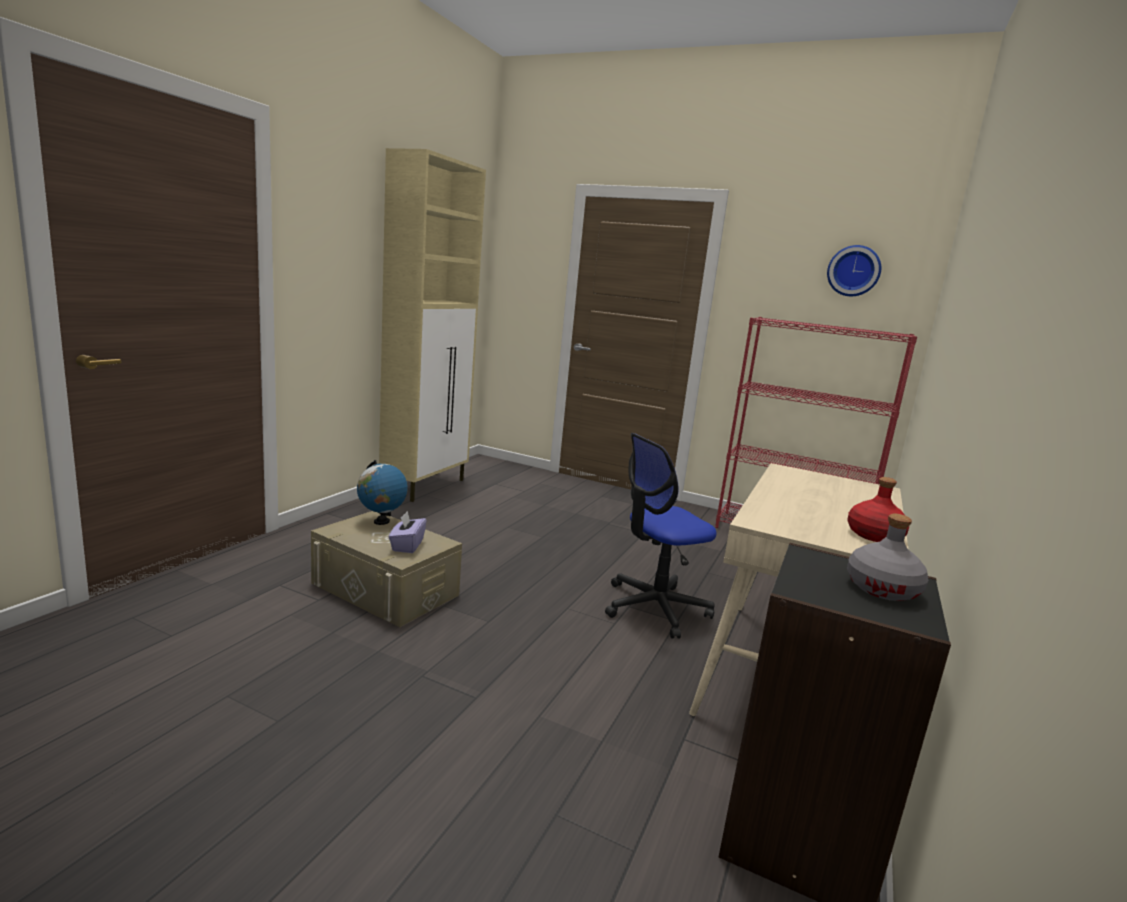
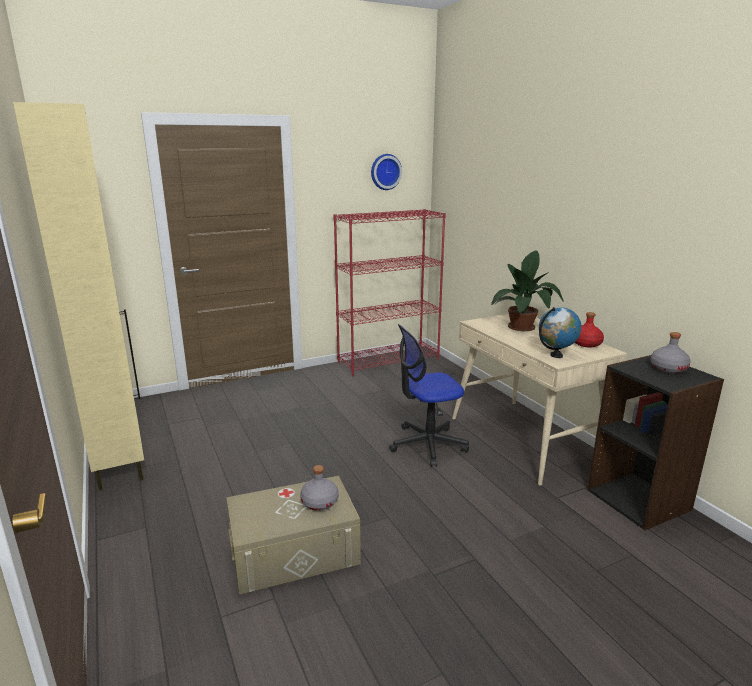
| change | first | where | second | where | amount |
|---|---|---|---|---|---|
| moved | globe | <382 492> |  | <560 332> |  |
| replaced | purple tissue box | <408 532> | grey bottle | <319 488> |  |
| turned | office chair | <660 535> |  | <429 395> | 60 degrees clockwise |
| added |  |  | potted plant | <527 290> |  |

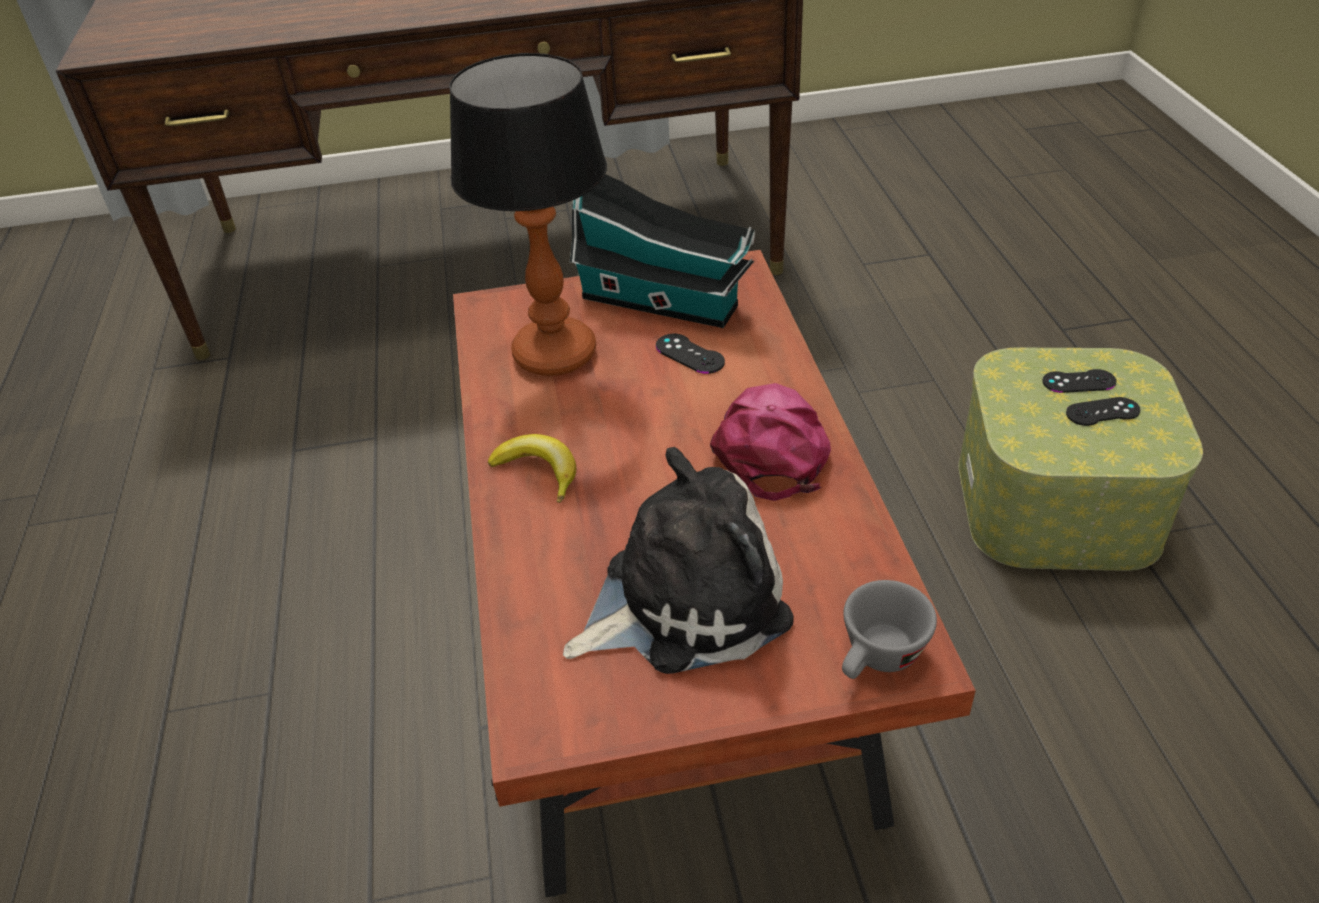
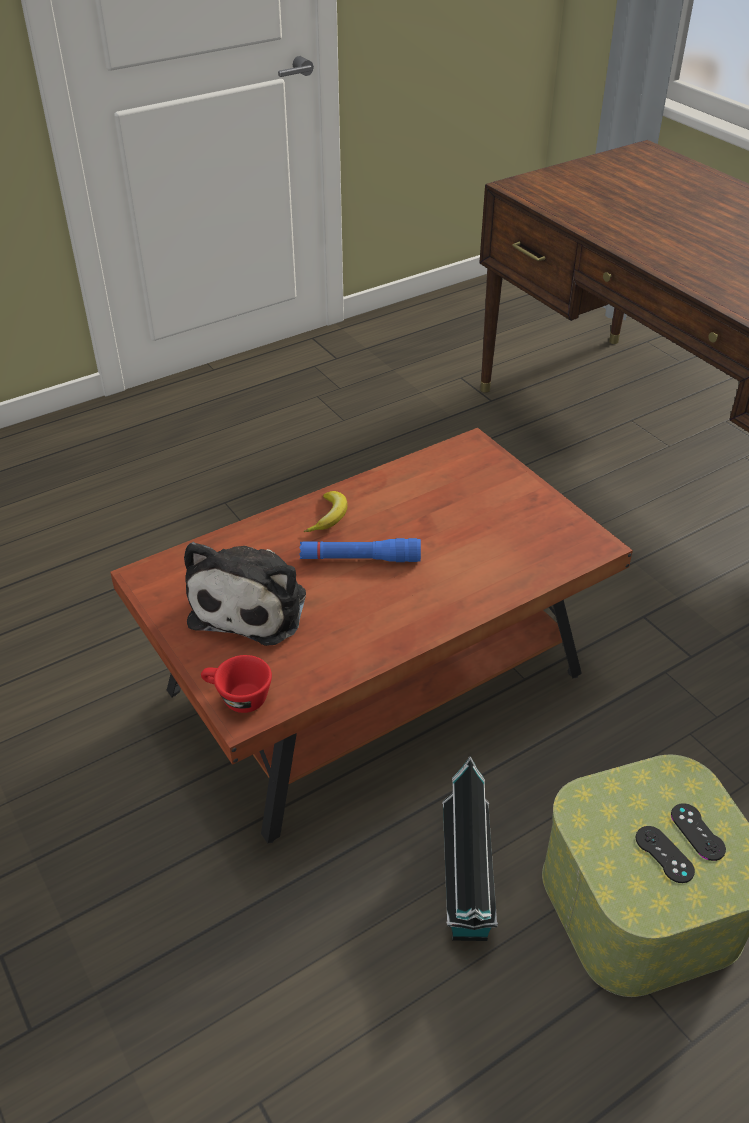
| change | first | where | second | where | amount |
|---|---|---|---|---|---|
| removed | table lamp | <528 214> |  |  |  |
| turned | plush toy | <678 560> |  | <245 594> | 60 degrees clockwise |
| moved | toy house | <662 251> |  | <470 848> |  |
| removed | black game controller | <690 354> |  |  |  |
| removed | pink cap | <770 442> |  |  |  |
| recoloured | grey cup | <889 629> | red cup | <236 684> |  |
| added |  |  | blue flashlight | <360 550> |  |

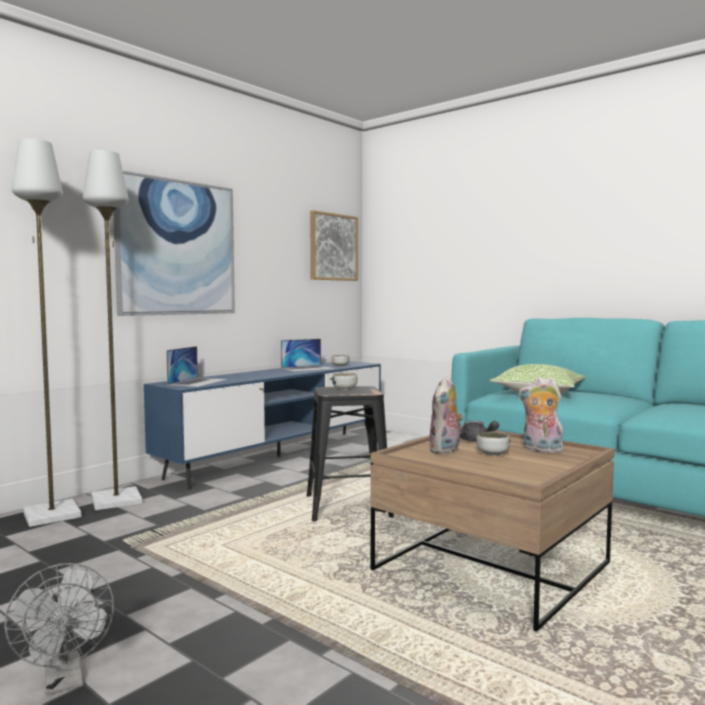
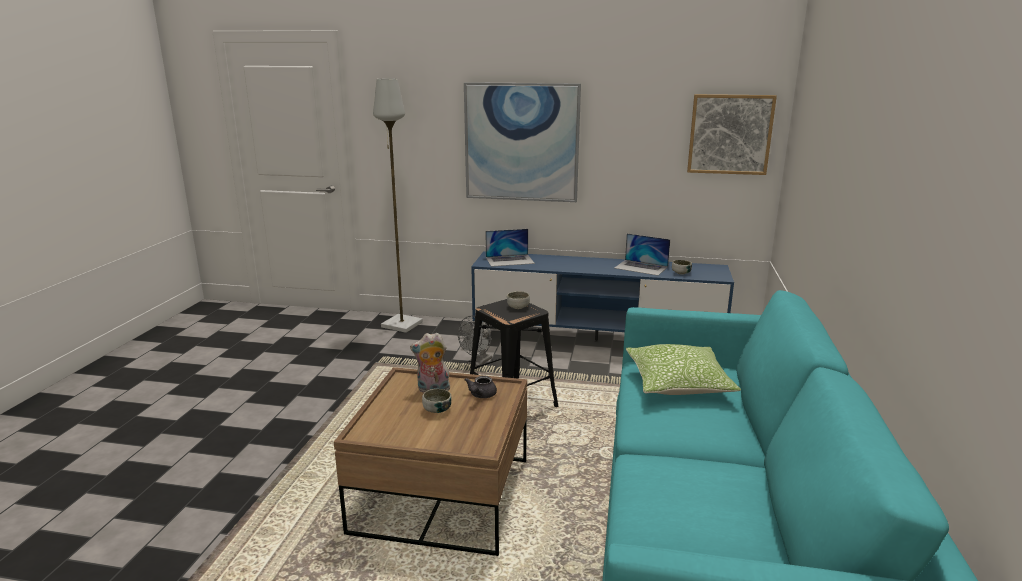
| change | first | where | second | where | amount |
|---|---|---|---|---|---|
| moved | grey fan | <59 629> |  | <475 341> |  |
| removed | grey floor lamp | <112 330> |  |  |  |
| removed | plush toy | <540 415> |  |  |  |

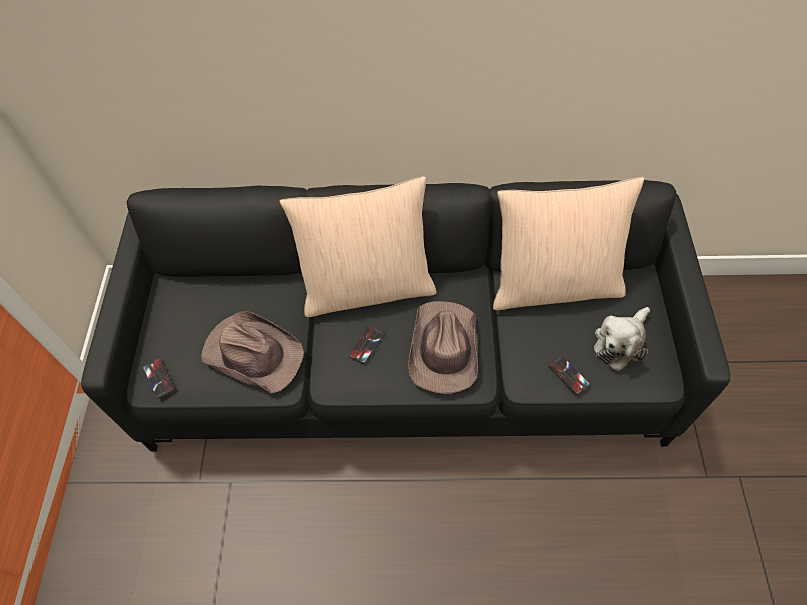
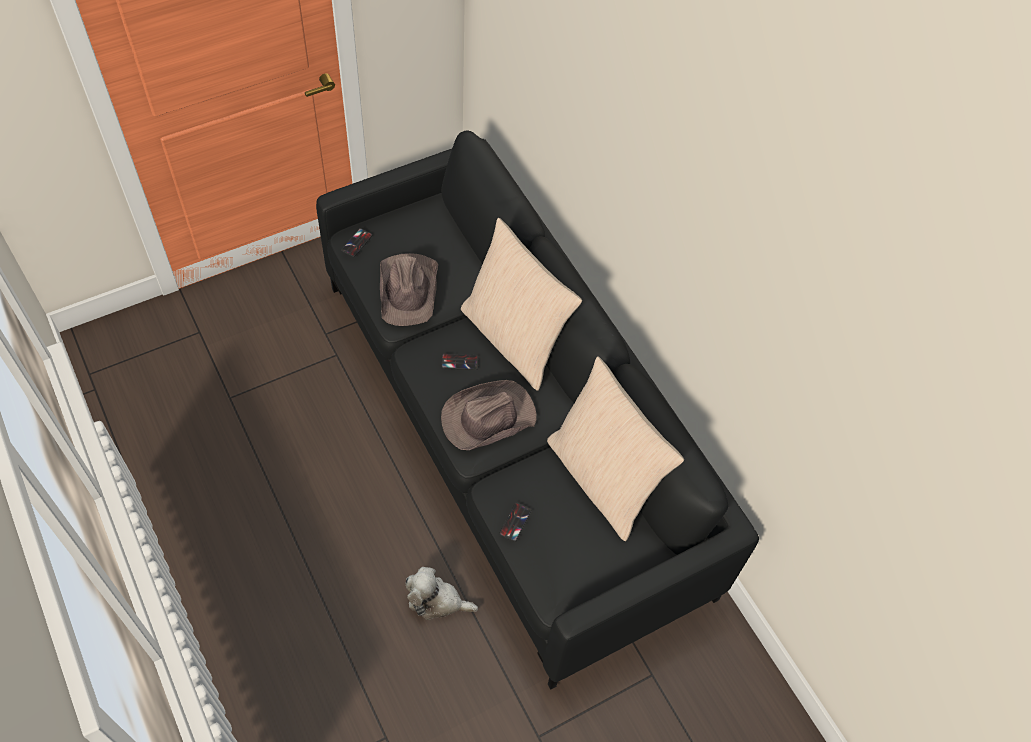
| change | first | where | second | where | amount |
|---|---|---|---|---|---|
| moved | plush toy | <622 339> |  | <442 593> |  |

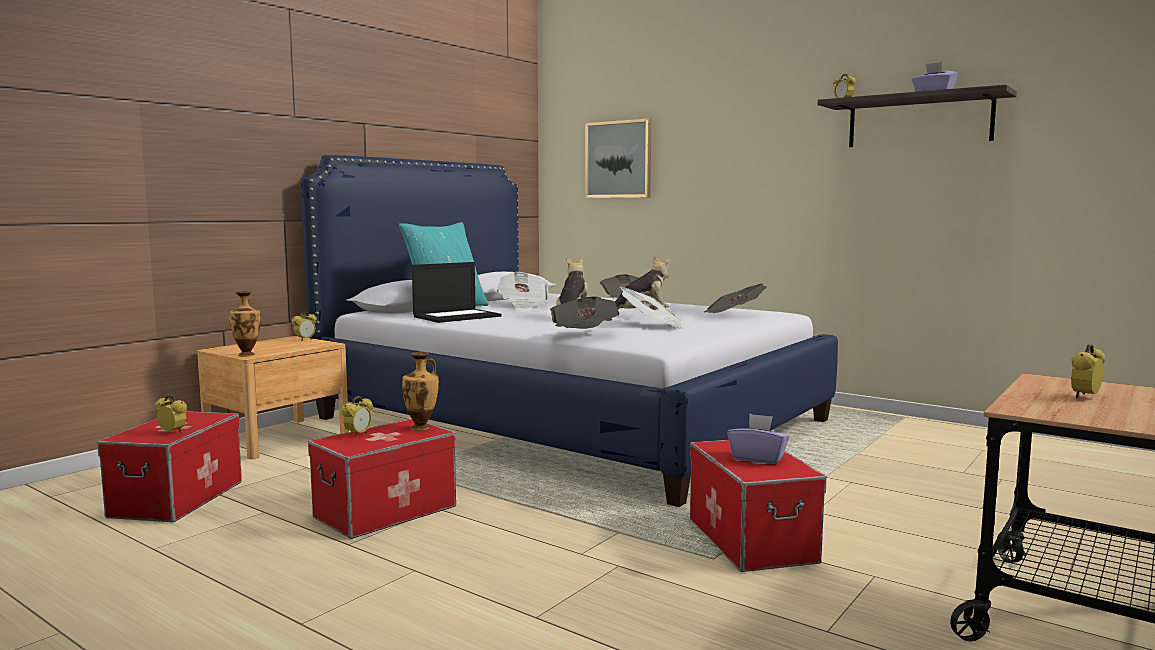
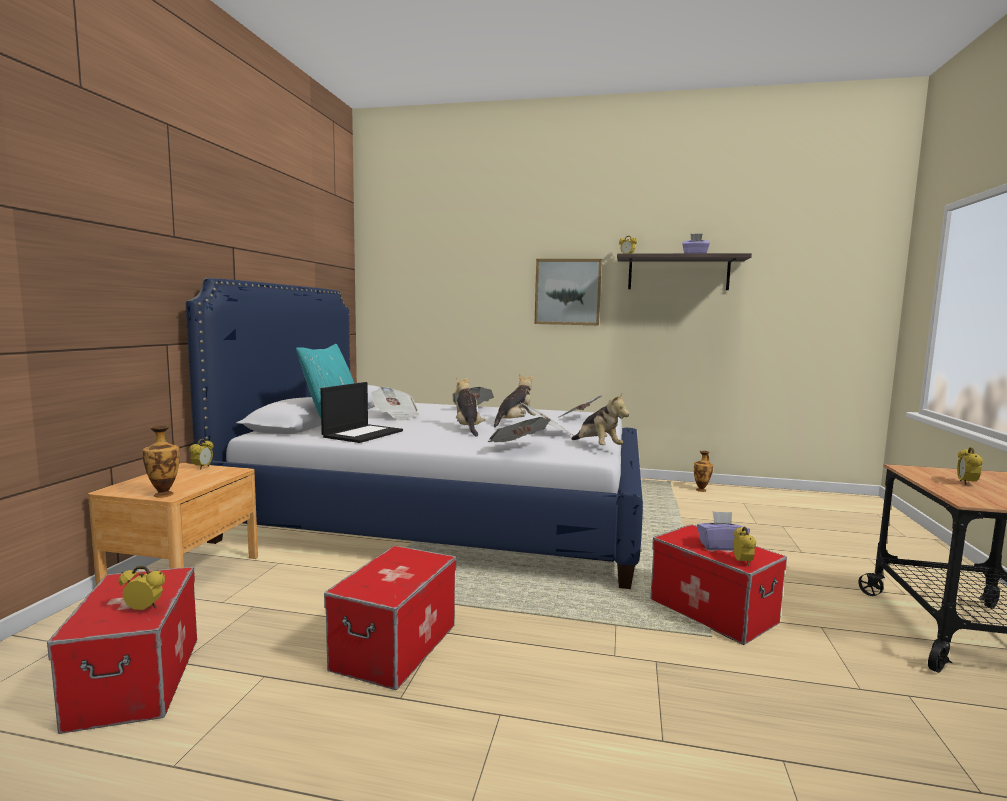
| change | first | where | second | where | amount |
|---|---|---|---|---|---|
| moved | alarm clock | <357 416> |  | <744 546> |  |
| moved | vase | <420 391> |  | <703 471> |  |
| moved | picture | <618 158> |  | <568 292> |  |
| added |  |  | plush toy | <600 419> |  |

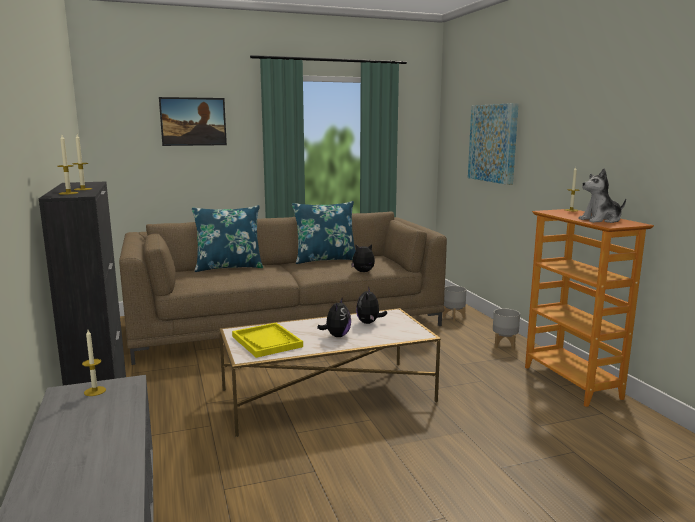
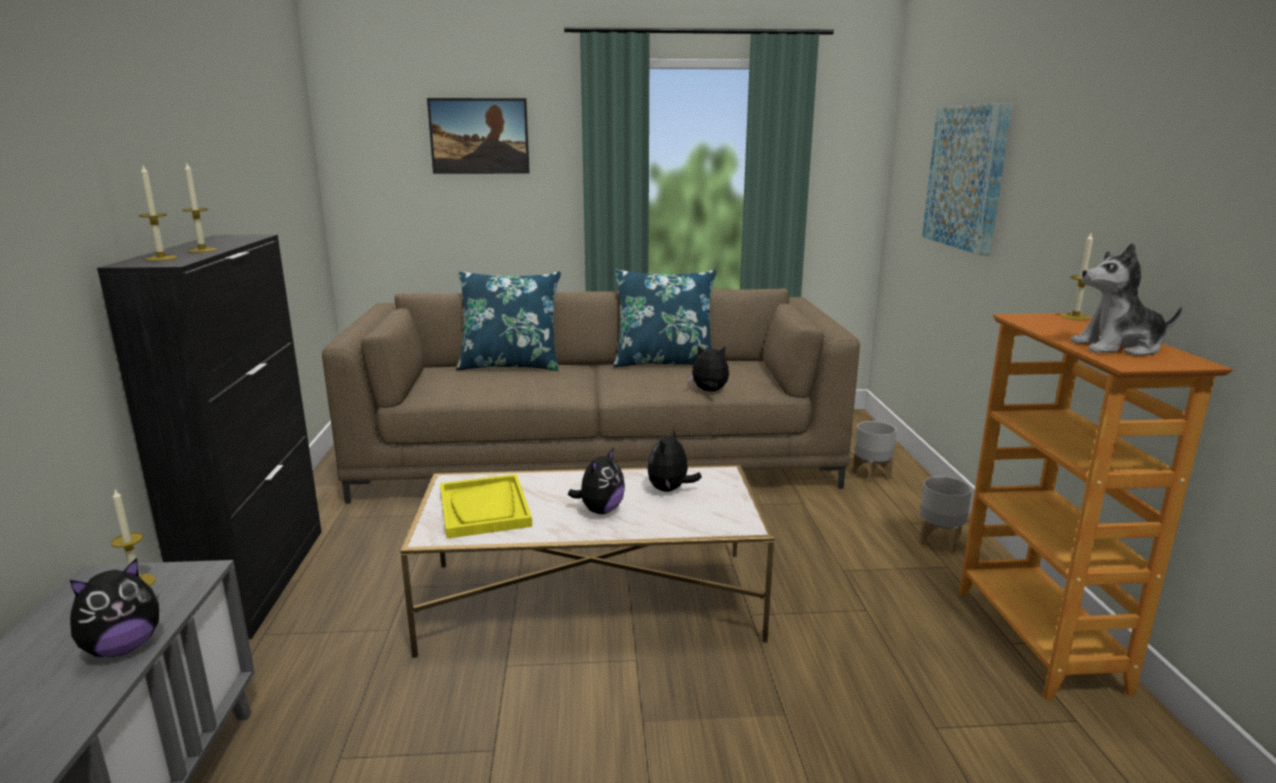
| change | first | where | second | where | amount |
|---|---|---|---|---|---|
| added |  |  | plush toy | <114 607> |  |

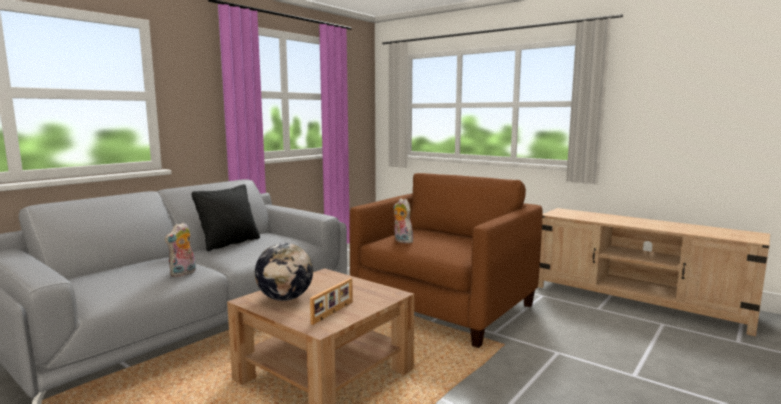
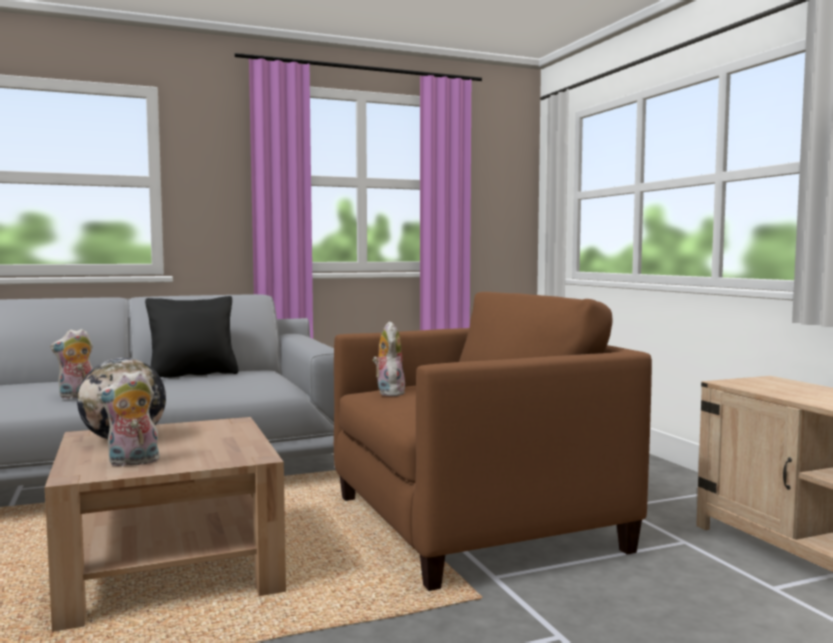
| change | first | where | second | where | amount |
|---|---|---|---|---|---|
| replaced | picture frame | <331 301> | plush toy | <128 418> |  |

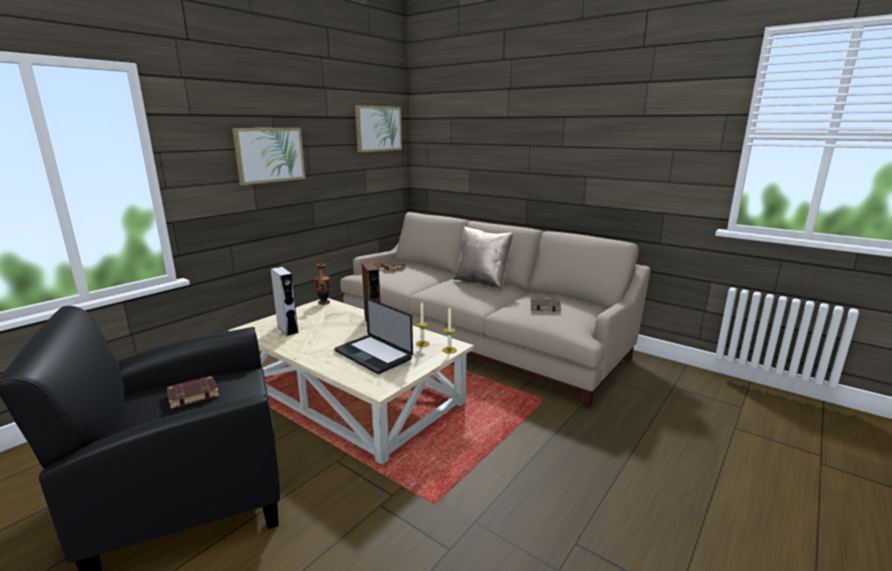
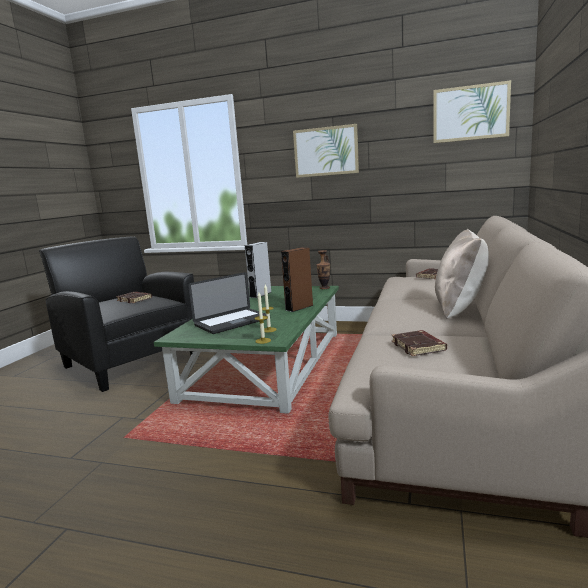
| change | first | where | second | where | amount |
|---|---|---|---|---|---|
| recoloured | beige coffee table | <351 381> | green coffee table | <246 350> |  |
| turned | laptop | <374 336> |  | <227 303> | 150 degrees counterclockwise |

